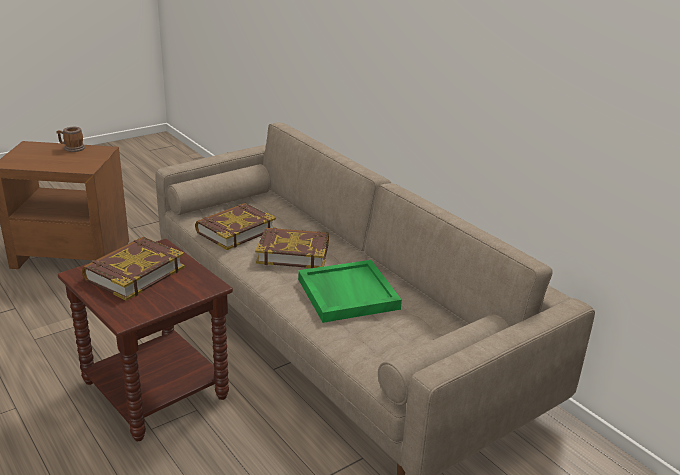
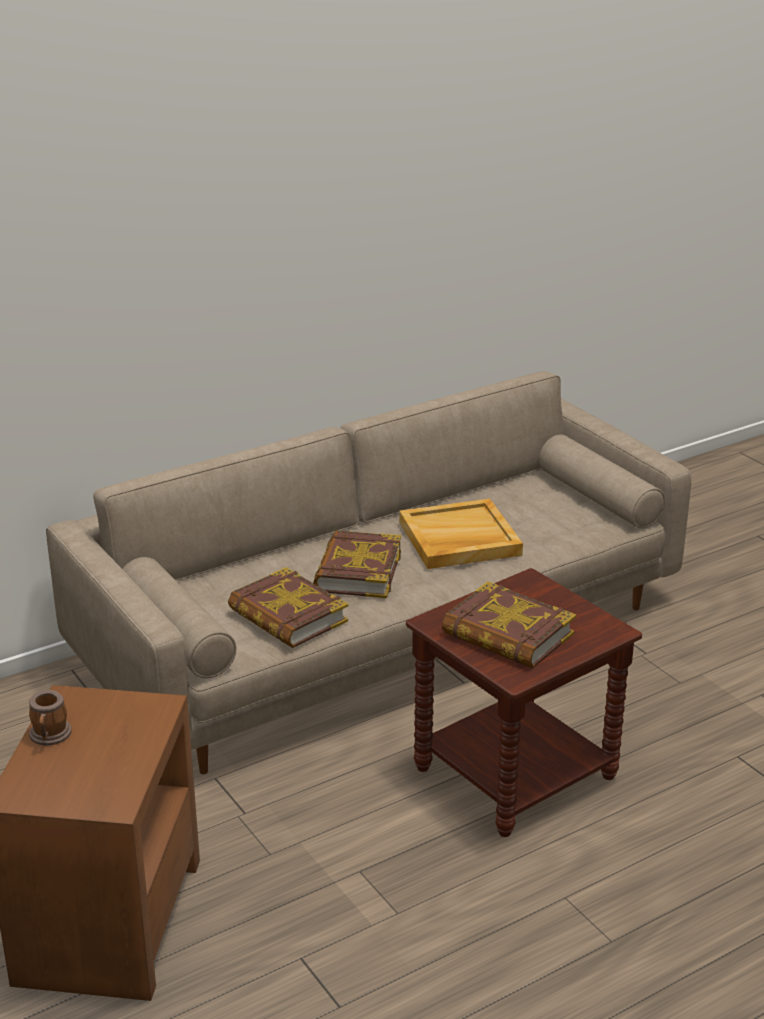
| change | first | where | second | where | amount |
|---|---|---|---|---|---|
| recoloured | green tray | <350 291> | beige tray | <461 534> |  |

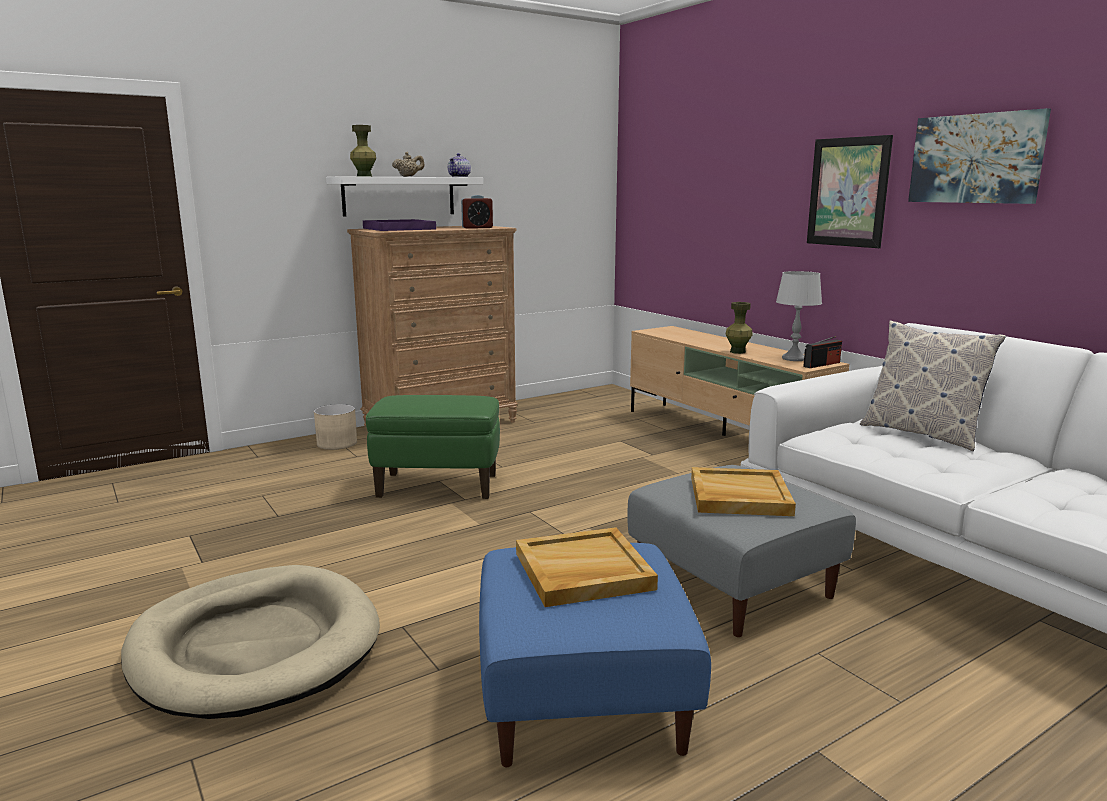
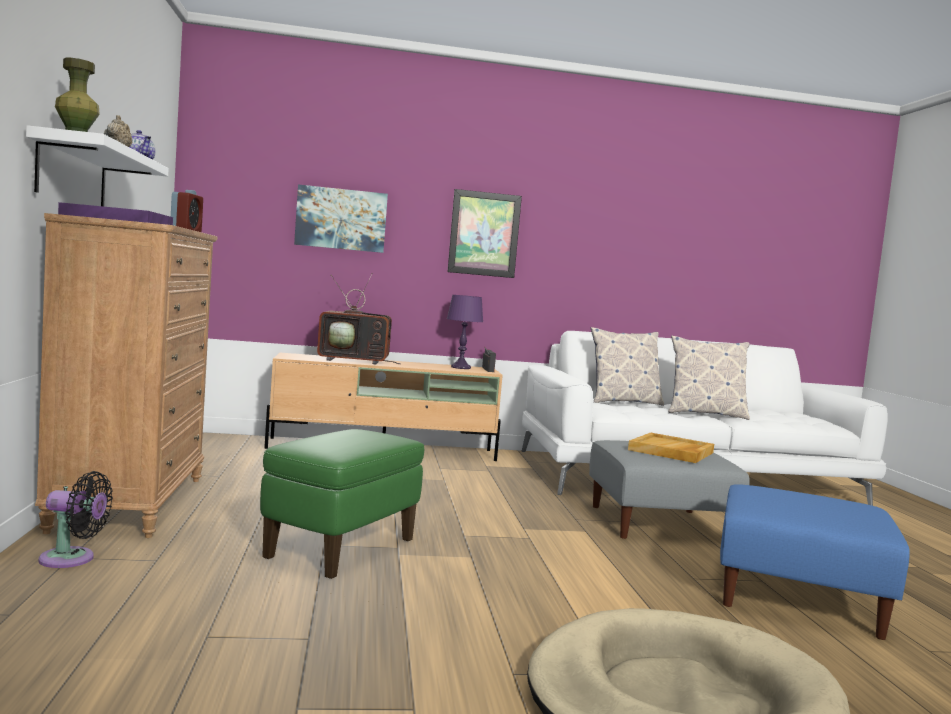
| change | first | where | second | where | amount |
|---|---|---|---|---|---|
| replaced | beige planter | <335 427> | black fan | <75 519> |  |
| removed | beige tray | <587 567> |  |  |  |
| removed | green vase | <739 328> |  |  |  |
| recoloured | grey table lamp | <799 316> | purple table lamp | <465 332> |  |
| moved | picture | <979 156> |  | <341 218> |  |
| added |  |  | television | <359 319> |  |
| added |  |  | pillow | <709 378> |  |

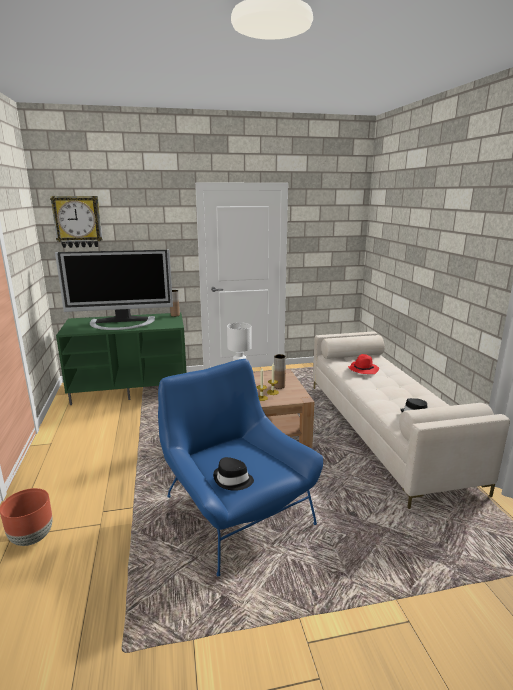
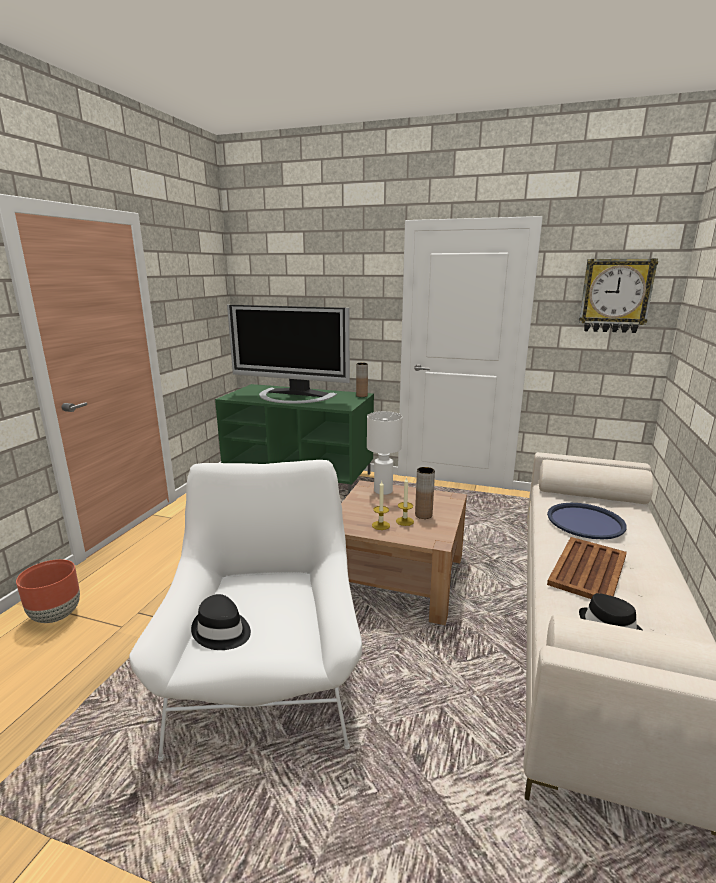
| change | first | where | second | where | amount |
|---|---|---|---|---|---|
| moved | wall clock | <76 222> |  | <618 296> |  |
| recoloured | blue armchair | <240 467> | white armchair | <245 610> |  |
| replaced | red hat | <363 364> | blue tray | <587 521> |  |
| added |  |  | brown tray | <587 568> |  |

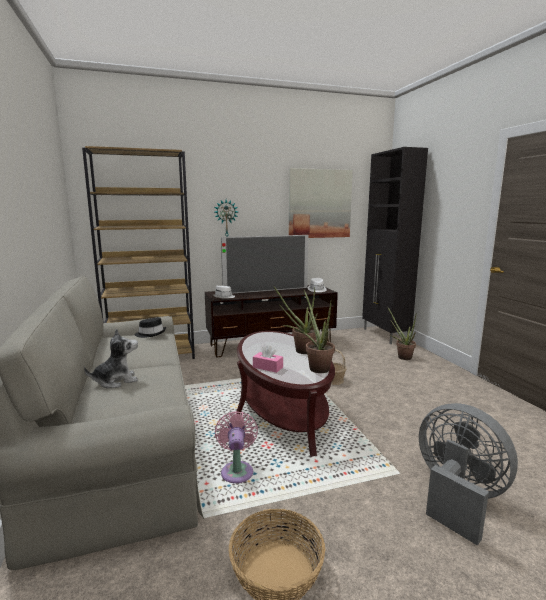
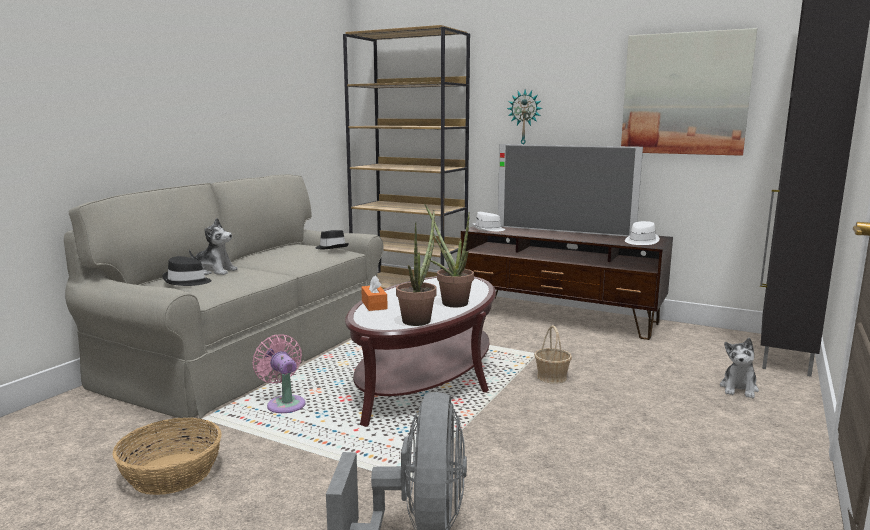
| change | first | where | second | where | amount |
|---|---|---|---|---|---|
| turned | pink fan | <236 447> |  | <279 373> | 75 degrees counterclockwise |
| recoloured | pink tissue box | <268 359> | orange tissue box | <374 293> |  |
| replaced | potted plant | <402 334> | plush toy | <739 368> |  |
| added |  |  | black hat | <187 271> |  |

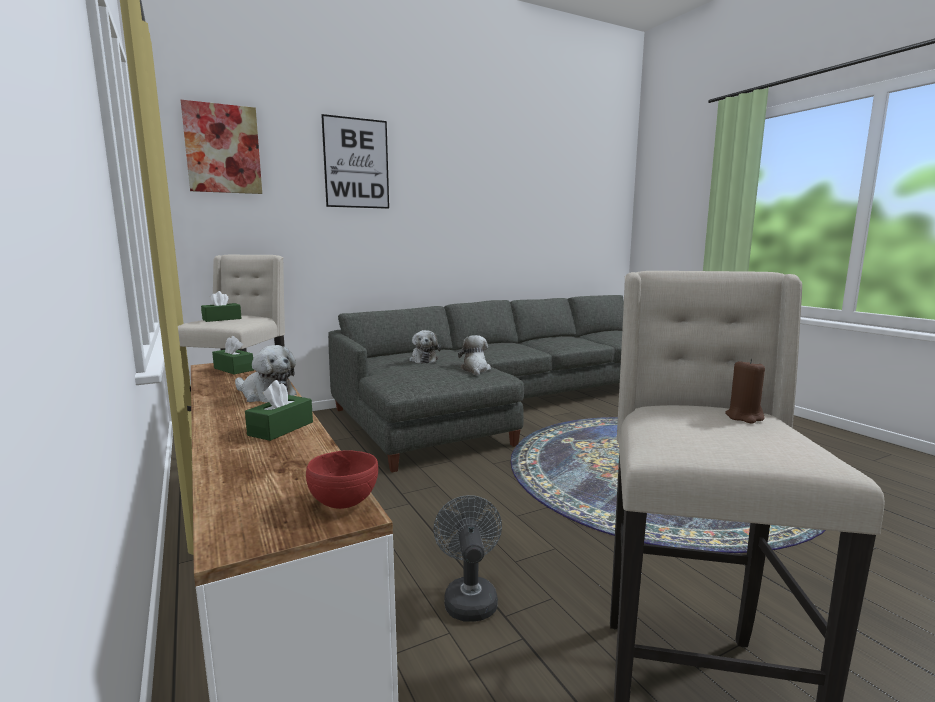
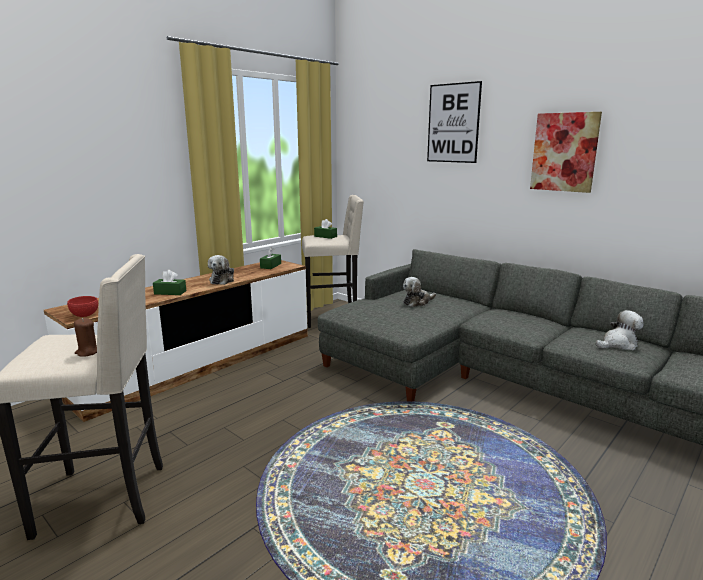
| change | first | where | second | where | amount |
|---|---|---|---|---|---|
| moved | picture | <221 147> |  | <566 152> |  |
| removed | grey fan | <467 558> |  |  |  |
| moved | plush toy | <474 355> |  | <619 330> |  |

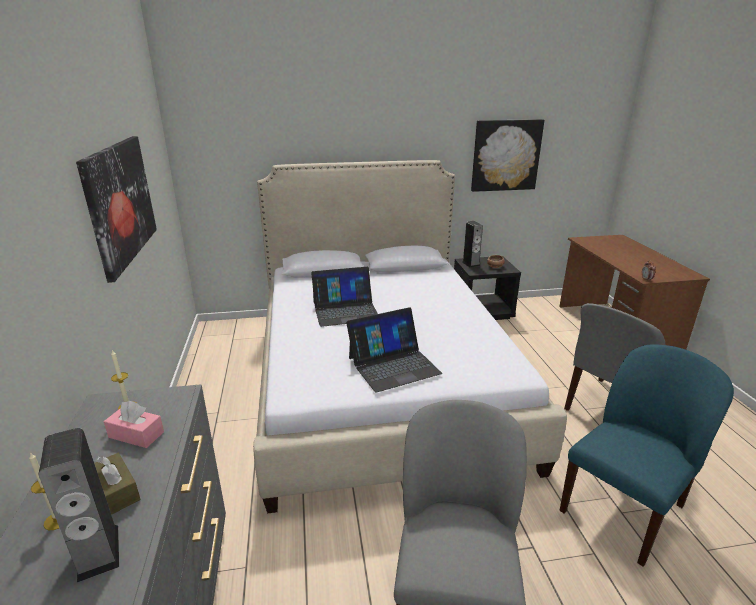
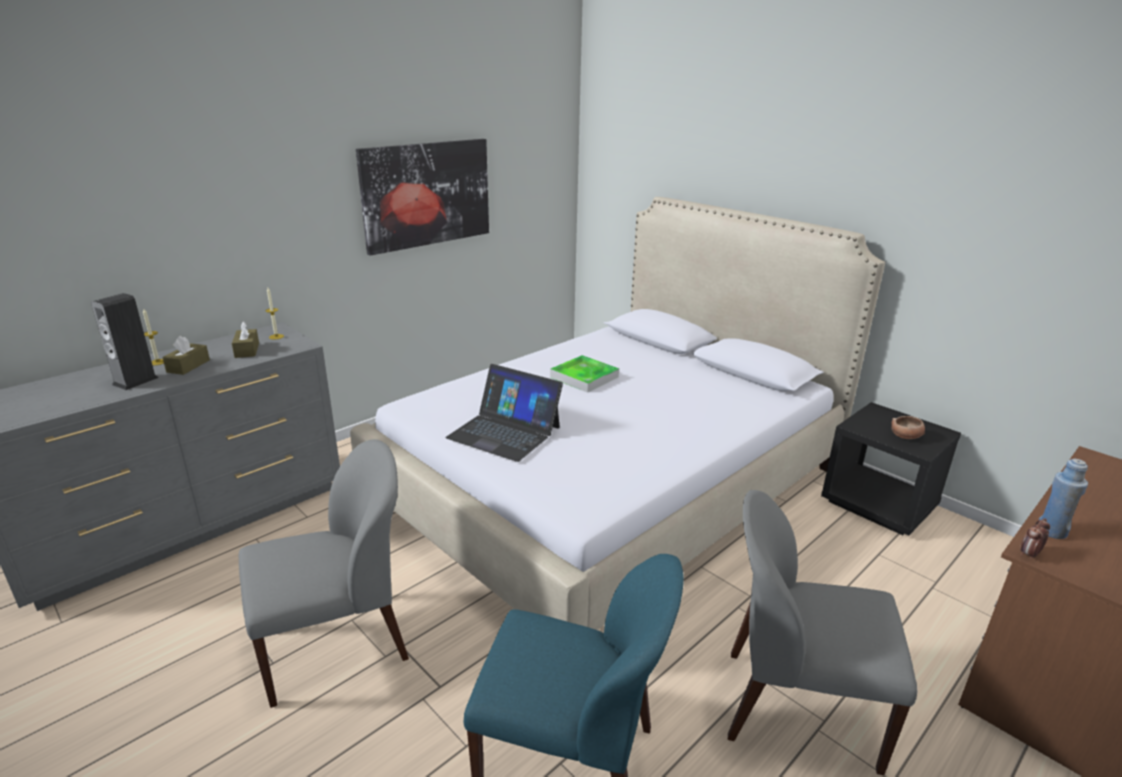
| change | first | where | second | where | amount |
|---|---|---|---|---|---|
| recoloured | pink tissue box | <134 424> | brown tissue box | <245 339> |  |
| replaced | laptop | <344 297> | tray | <584 374> |  |
| removed | speaker | <472 244> |  |  |  |
| removed | picture | <507 155> |  |  |  |
| added |  |  | blue bottle | <1063 499> |  |

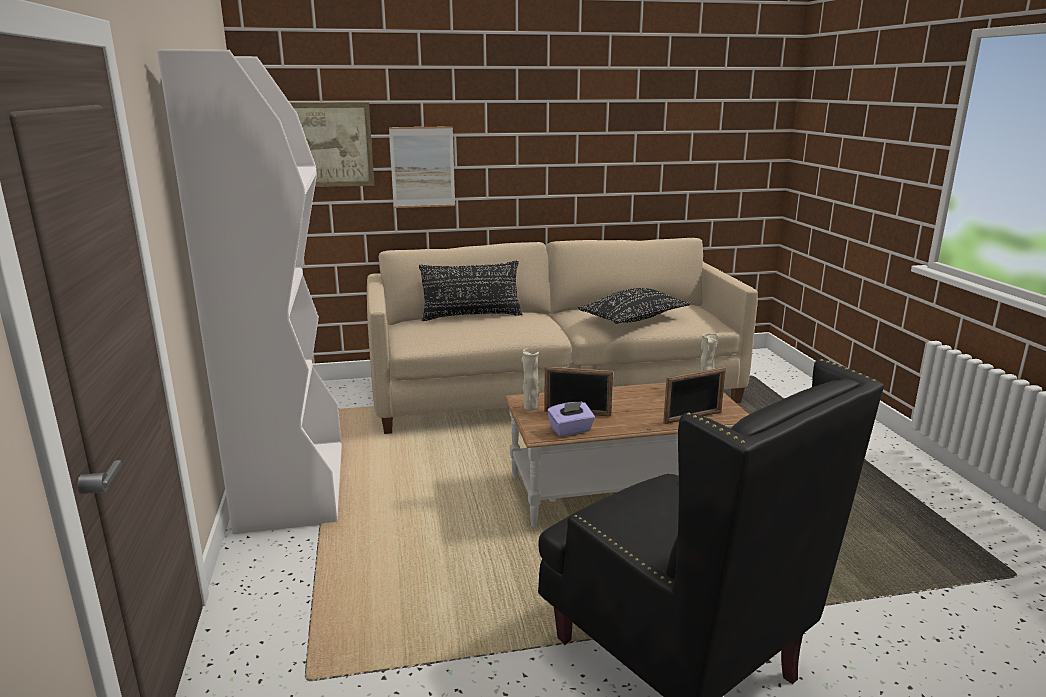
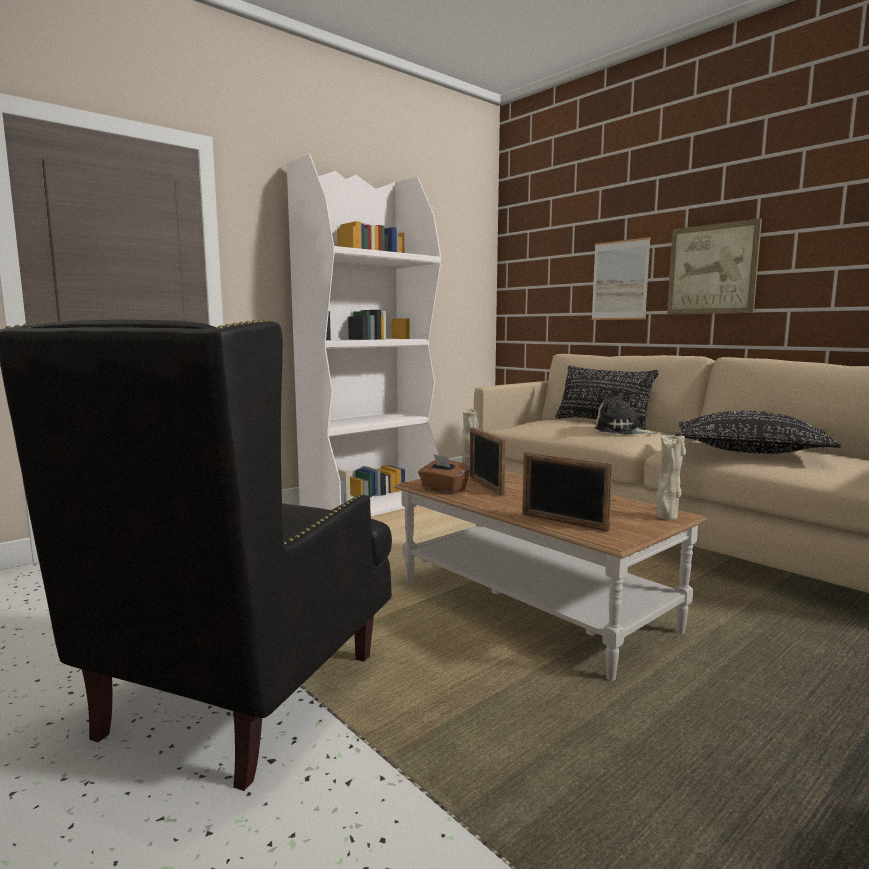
| change | first | where | second | where | amount |
|---|---|---|---|---|---|
| moved | picture | <332 144> |  | <714 266> |  |
| recoloured | purple tissue box | <571 418> | brown tissue box | <444 474> |  |
| added |  |  | plush toy | <626 414> |  |

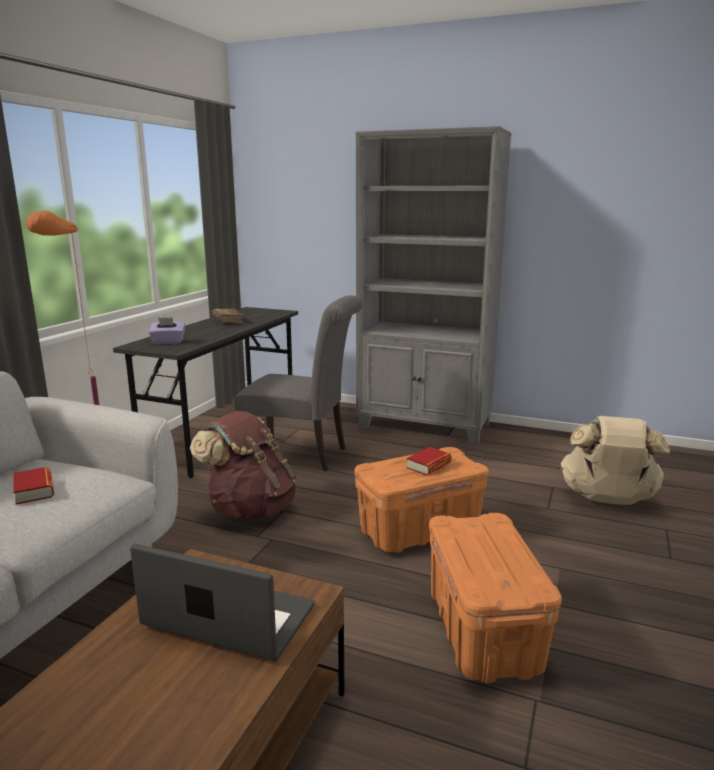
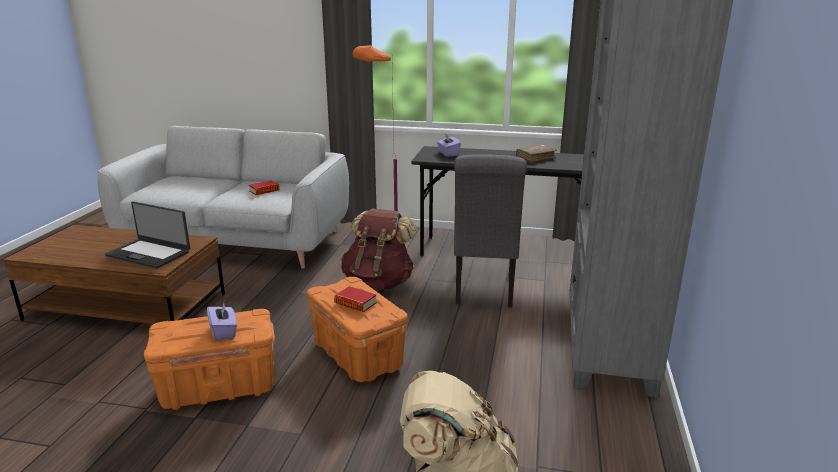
| change | first | where | second | where | amount |
|---|---|---|---|---|---|
| turned | laptop | <222 602> |  | <147 234> | 105 degrees clockwise |
| added |  |  | purple tissue box | <222 322> |  |

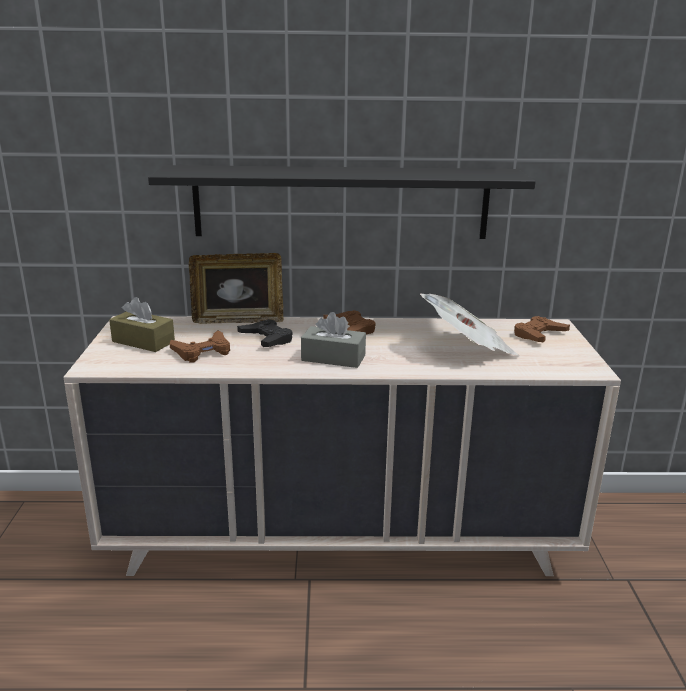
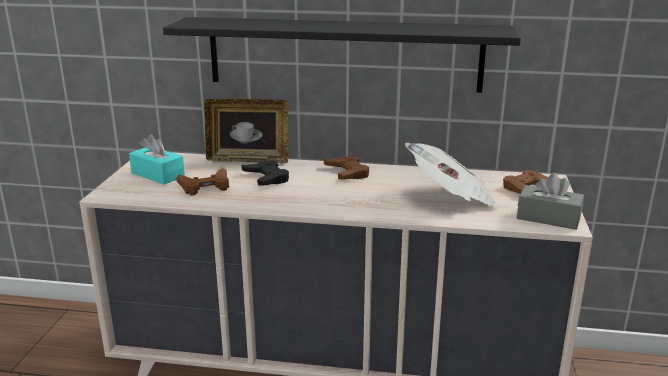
| change | first | where | second | where | amount |
|---|---|---|---|---|---|
| recoloured | brown tissue box | <142 324> | turquoise tissue box | <157 160> |  |
| moved | grey tissue box | <333 340> |  | <550 201> |  |

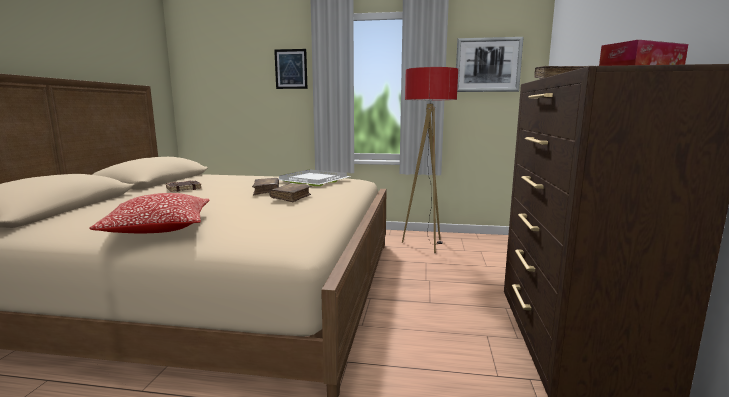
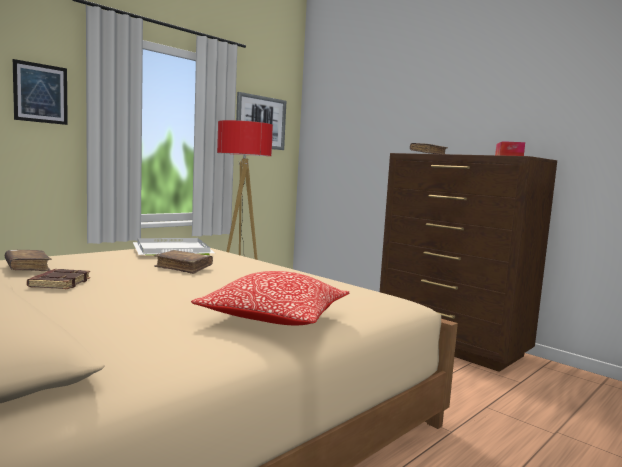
| change | first | where | second | where | amount |
|---|---|---|---|---|---|
| moved | brown book | <290 192> |  | <28 260> |  |

